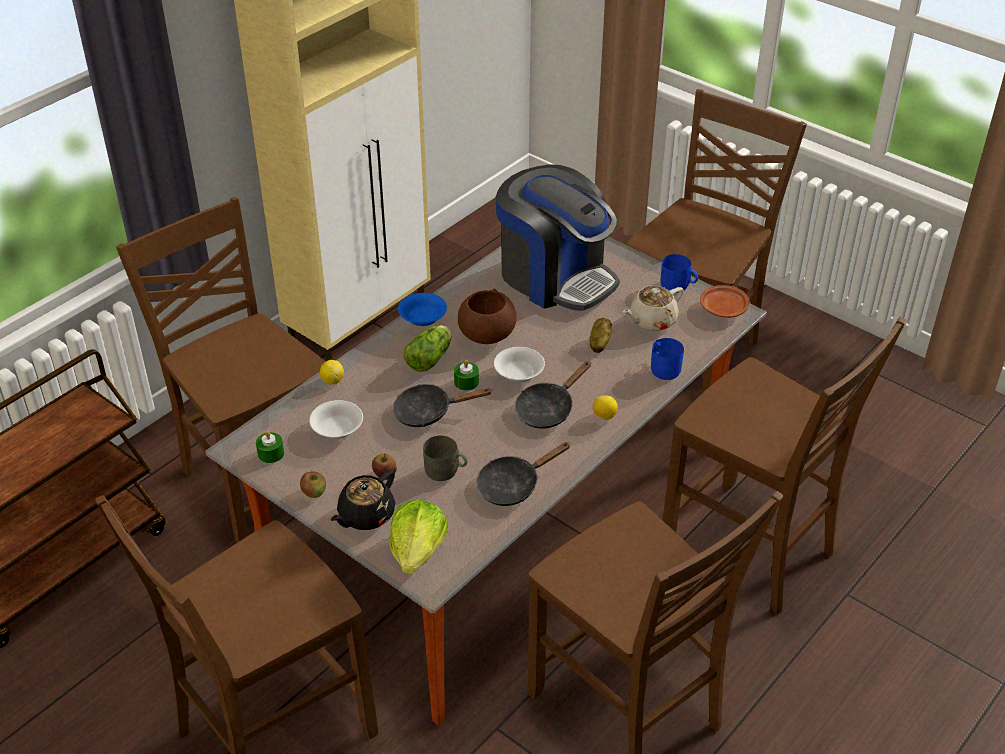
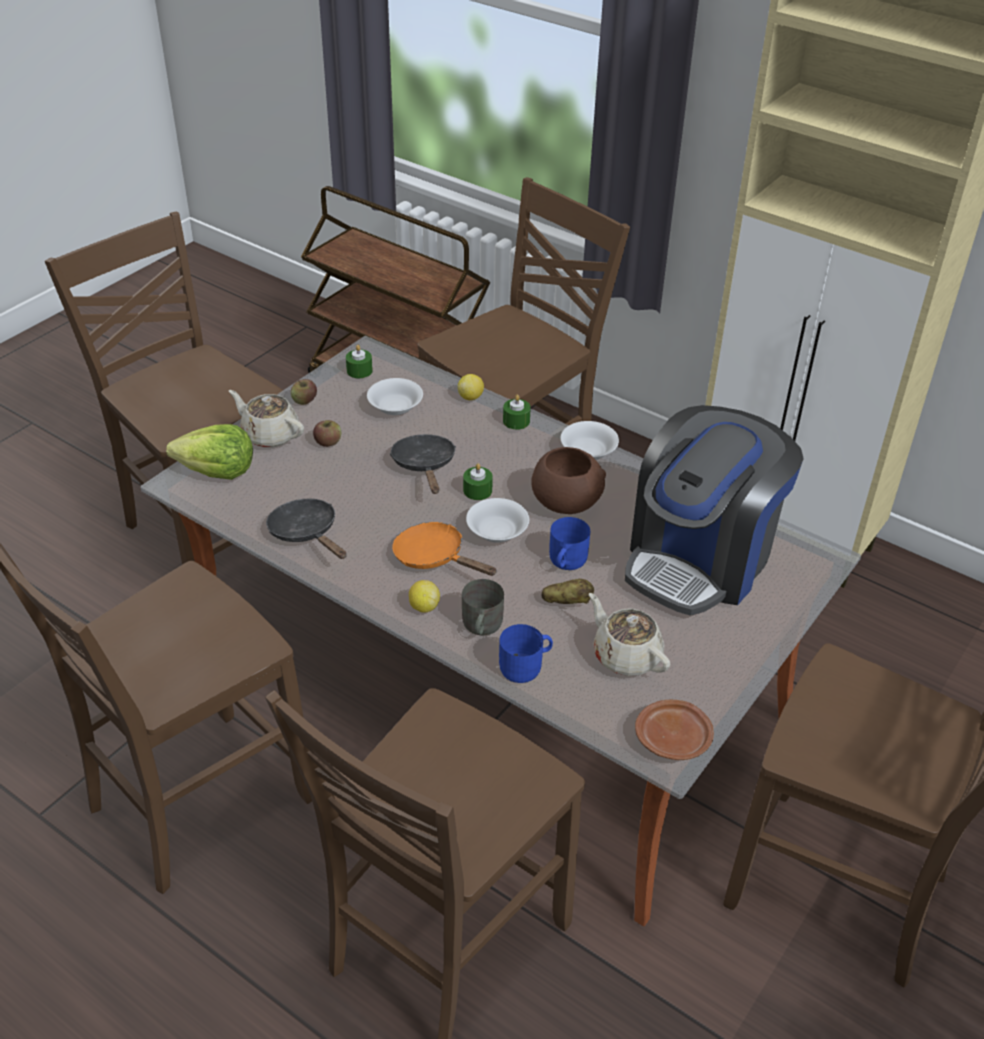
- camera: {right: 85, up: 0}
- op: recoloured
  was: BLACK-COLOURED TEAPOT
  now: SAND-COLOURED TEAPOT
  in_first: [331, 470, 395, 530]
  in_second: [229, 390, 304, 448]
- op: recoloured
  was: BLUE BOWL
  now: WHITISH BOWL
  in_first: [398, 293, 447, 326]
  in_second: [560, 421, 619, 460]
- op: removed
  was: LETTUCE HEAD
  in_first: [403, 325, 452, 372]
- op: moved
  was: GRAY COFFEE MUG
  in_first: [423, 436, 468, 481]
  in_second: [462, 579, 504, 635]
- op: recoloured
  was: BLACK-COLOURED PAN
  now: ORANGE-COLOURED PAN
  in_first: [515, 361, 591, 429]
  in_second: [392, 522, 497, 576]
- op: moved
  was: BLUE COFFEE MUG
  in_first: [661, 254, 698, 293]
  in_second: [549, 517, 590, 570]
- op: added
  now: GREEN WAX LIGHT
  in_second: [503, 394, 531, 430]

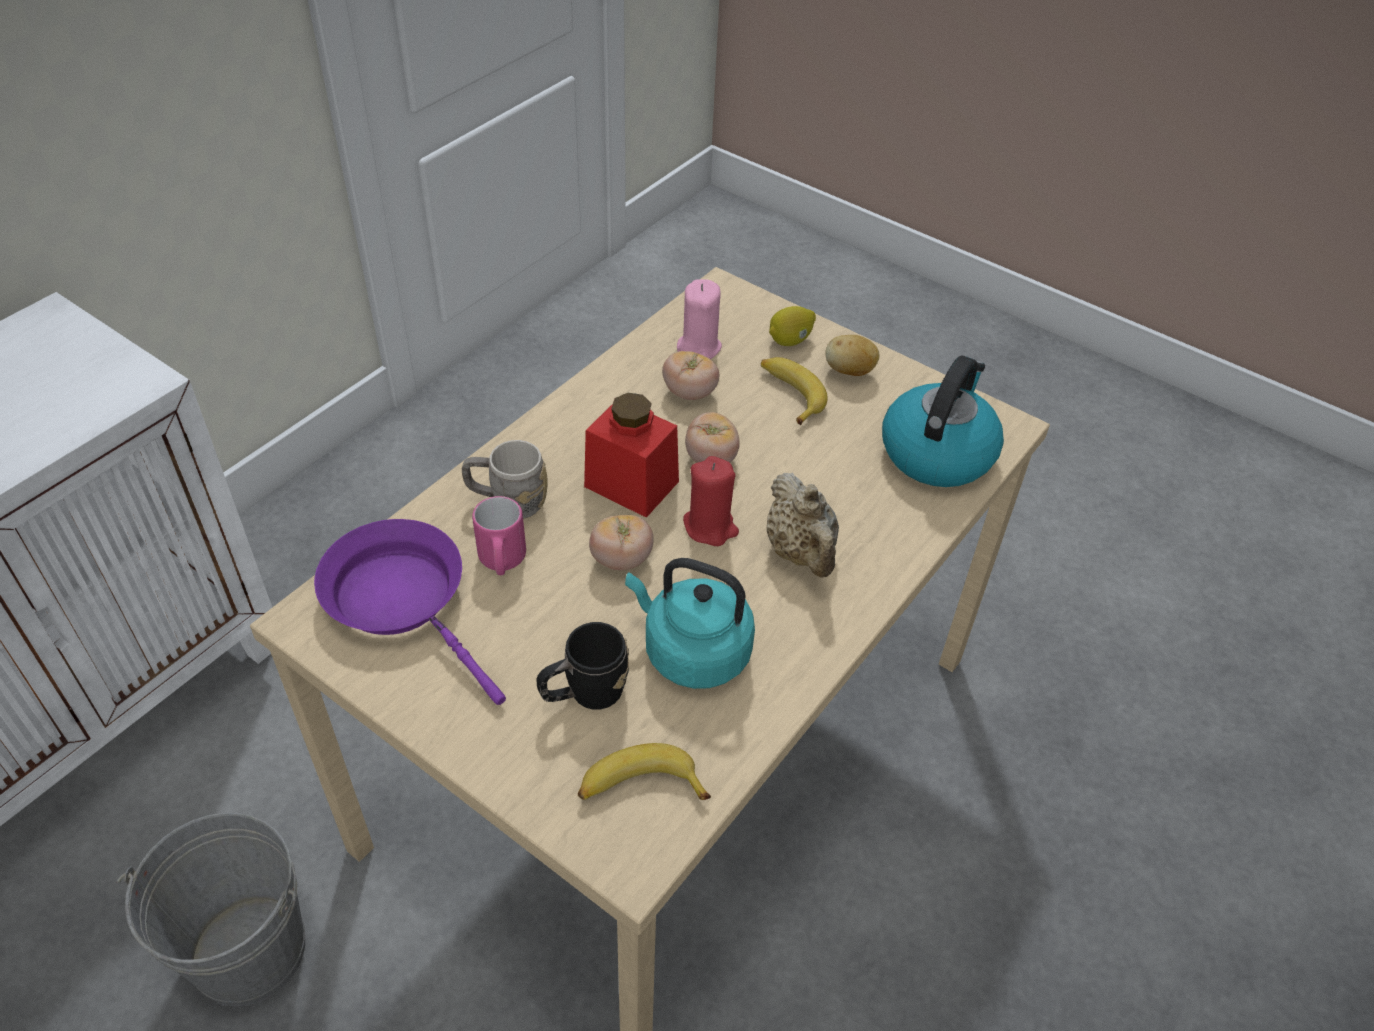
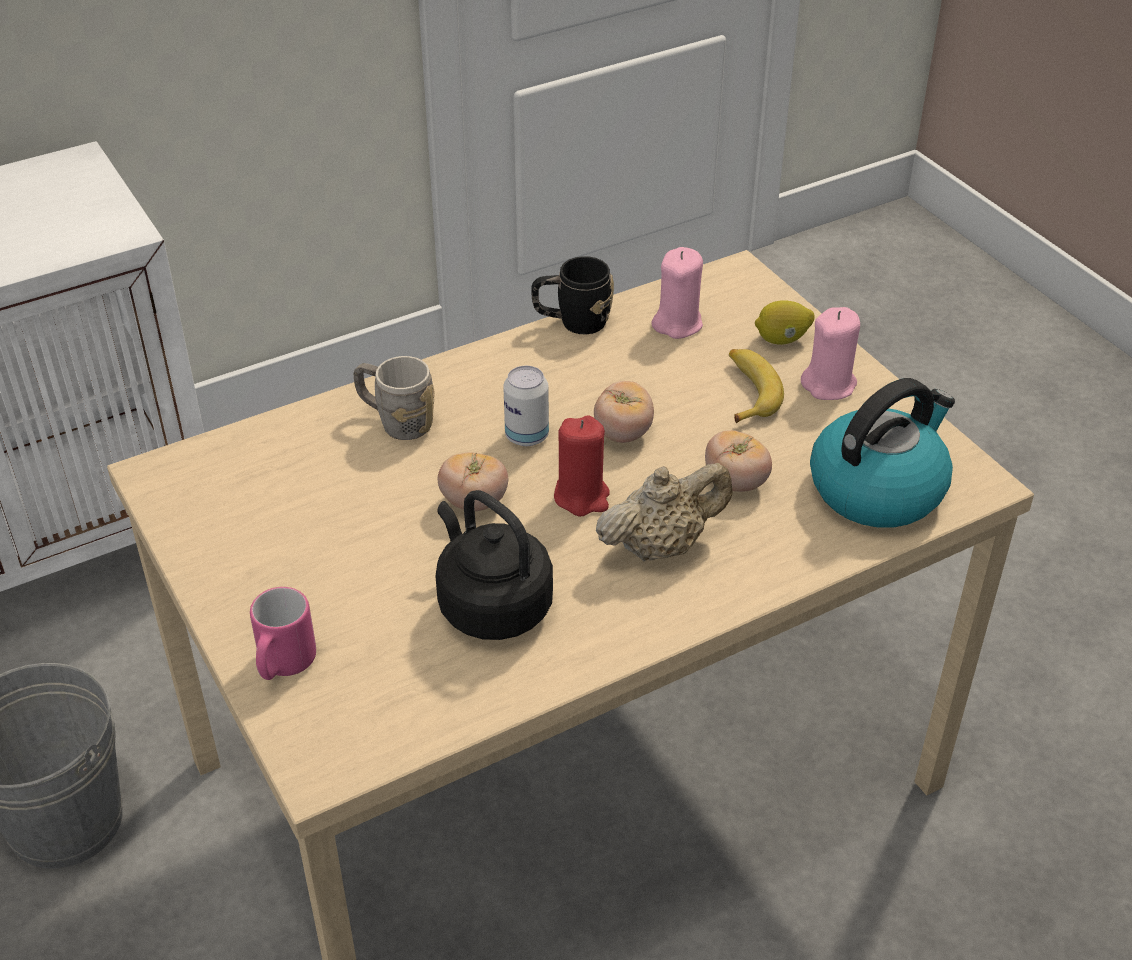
- camera: {right: 25, up: -5}
- op: removed
  was: PURPLISH PAN
  in_first: [314, 519, 506, 705]
- op: moved
  was: PINKISH COFFEE MUG
  in_first: [472, 496, 526, 575]
  in_second: [250, 587, 316, 680]
- op: moved
  was: BLACK-COLOURED COFFEE MUG
  in_first: [537, 622, 629, 710]
  in_second: [531, 256, 614, 334]
- op: removed
  was: BANANA
  in_first: [578, 743, 711, 800]
- op: replaced
  was: REDDISH PRESERVE JAR
  now: CAN
  in_first: [584, 393, 679, 518]
  in_second: [503, 366, 549, 446]
- op: recoloured
  was: BLUE-GREEN WATER KETTLE
  now: BLACK-COLOURED WATER KETTLE
  in_first: [625, 558, 755, 689]
  in_second: [436, 490, 553, 640]
- op: moved
  was: FRESH TOMATO
  in_first: [662, 351, 719, 400]
  in_second: [705, 430, 772, 492]
- op: turned
  was: SAND-COLOURED TEAPOT
  in_first: [766, 473, 839, 578]
  in_second: [596, 463, 733, 561]
  clockwise: -120
- op: replaced
  was: POTATO
  now: PINKISH WAX LIGHT
  in_first: [826, 335, 879, 376]
  in_second: [801, 307, 860, 400]

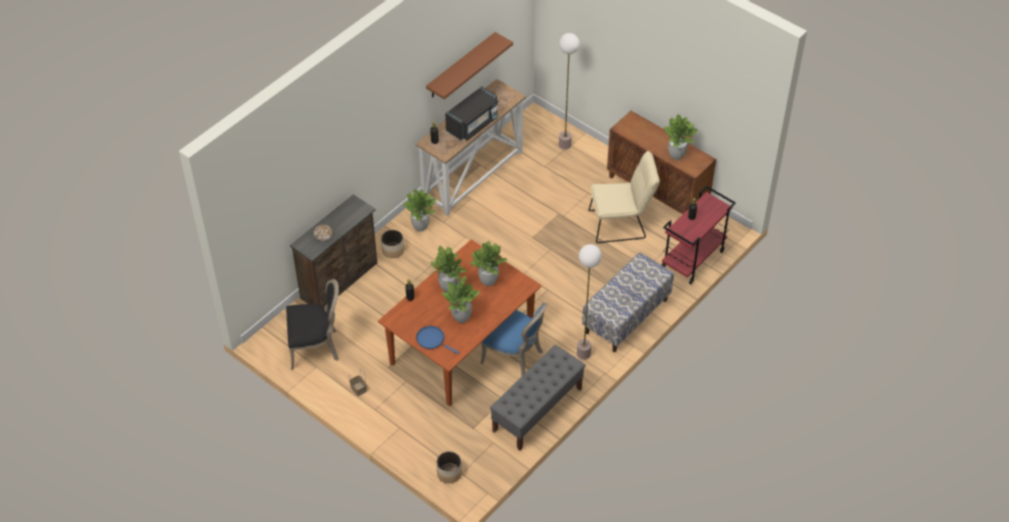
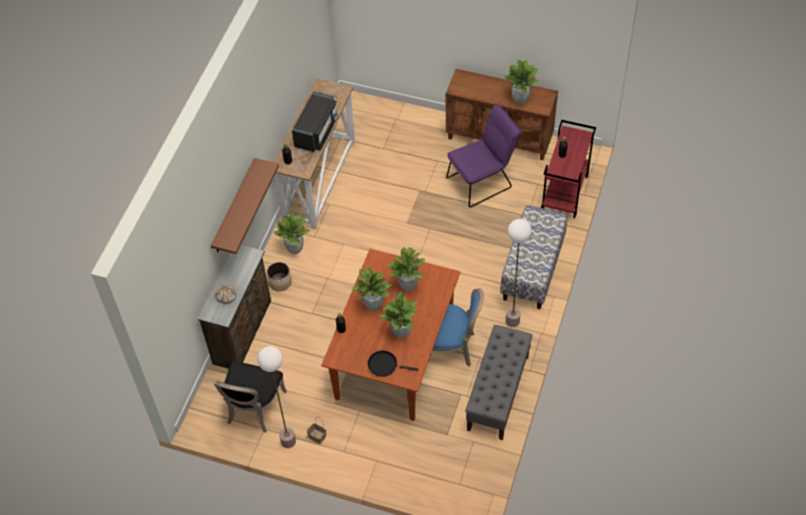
- camera: {right: -20, up: 5}
- op: turned
  was: BLACK-COLOURED CHAIR
  in_first: [286, 279, 339, 370]
  in_second: [214, 361, 287, 433]
  clockwise: 135
- op: recoloured
  was: BLUE PAN
  now: BLACK-COLOURED PAN
  in_first: [416, 326, 459, 354]
  in_second: [368, 351, 418, 376]
- op: moved
  was: BROWN-COLOURED BRACKET SHELF
  in_first: [426, 32, 513, 99]
  in_second: [210, 158, 279, 254]
- op: removed
  was: PLANTER
  in_first: [437, 451, 462, 483]
- op: moved
  was: STANDING LAMP
  in_first: [559, 33, 579, 150]
  in_second: [257, 346, 296, 448]
- op: recoloured
  was: SAND-COLOURED CHAIR
  now: PURPLISH CHAIR
  in_first: [589, 151, 660, 243]
  in_second: [446, 104, 521, 207]

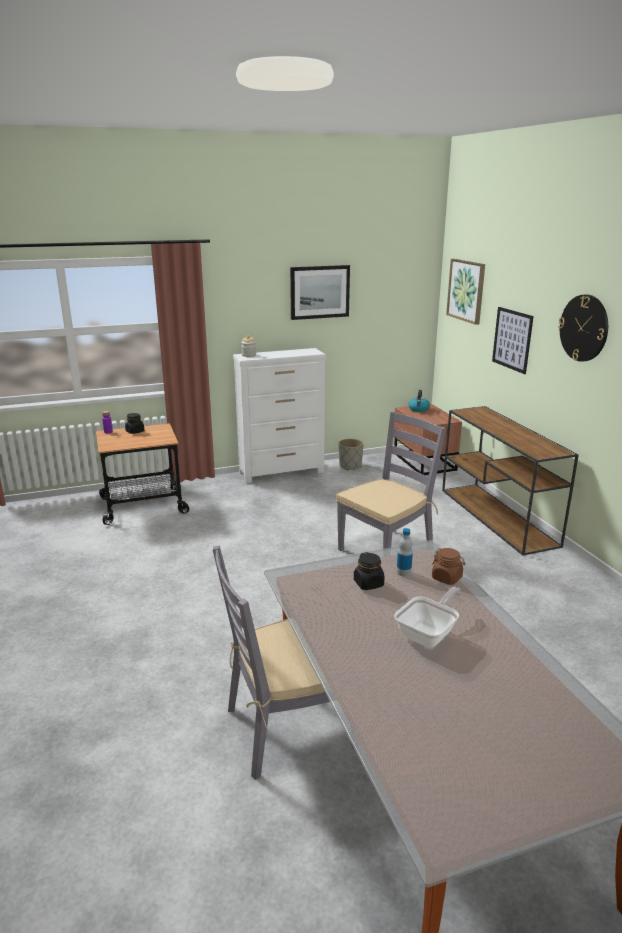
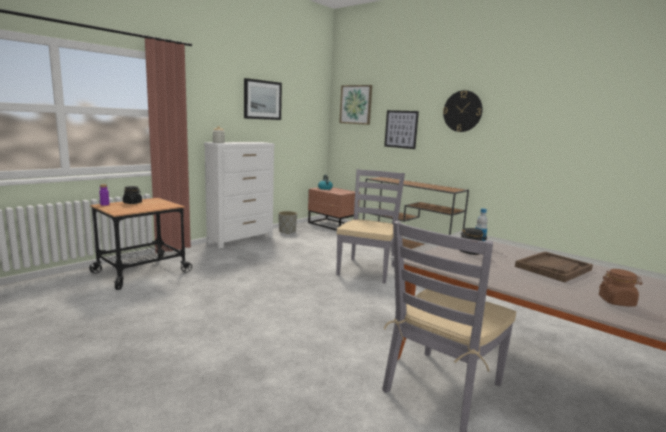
- camera: {right: -30, up: -10}
- op: replaced
  was: PAN
  now: BROWN-COLOURED SERVING TRAY
  in_first: [394, 587, 460, 648]
  in_second: [515, 252, 593, 282]
- op: moved
  was: BROWN-COLOURED PRESERVE JAR
  in_first: [432, 548, 465, 585]
  in_second: [599, 269, 643, 307]

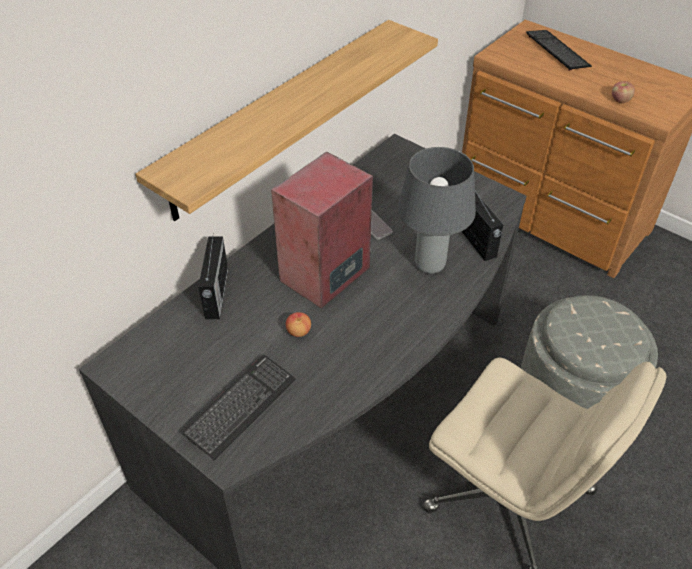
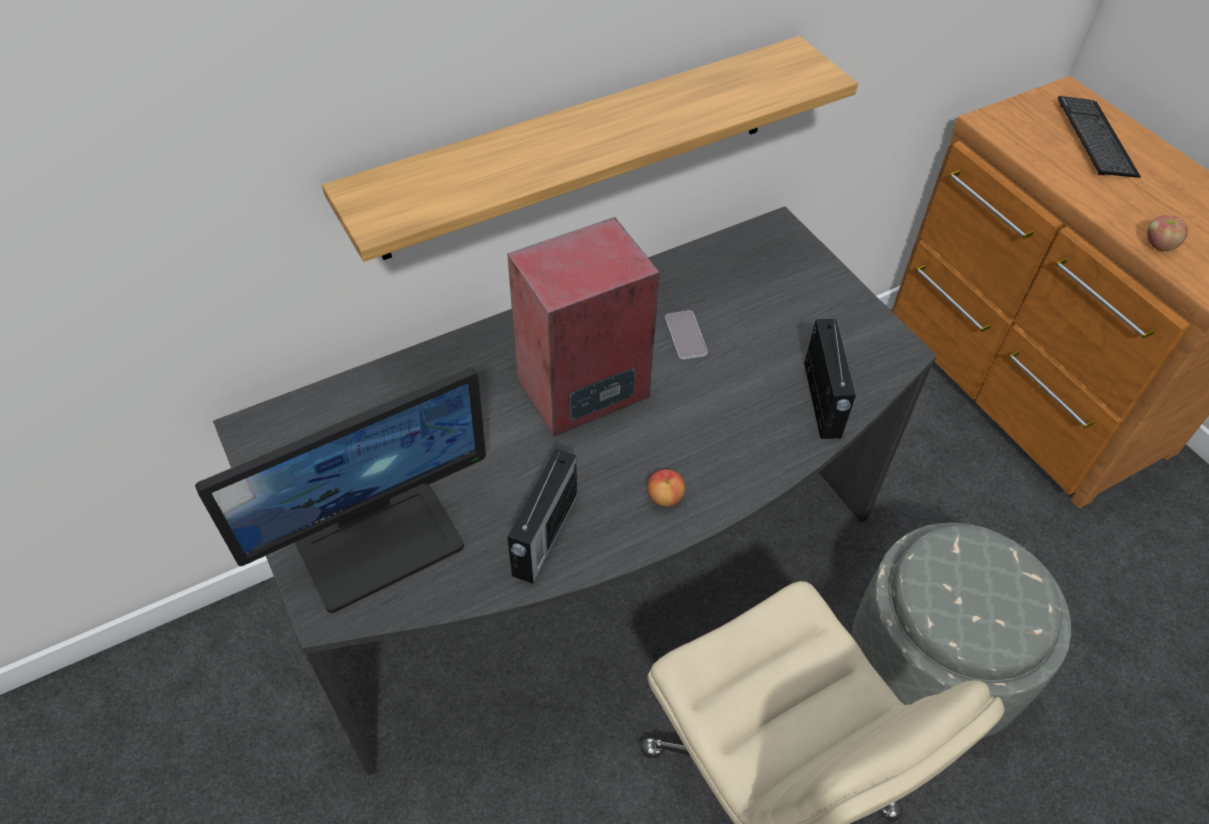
- camera: {right: 20, up: 5}
- op: replaced
  was: COMPUTER KEYBOARD
  now: COMPUTER DISPLAY
  in_first: [182, 355, 295, 460]
  in_second: [195, 367, 486, 613]
- op: moved
  was: RADIO RECEIVER
  in_first: [198, 236, 228, 319]
  in_second: [507, 448, 577, 584]
- op: moved
  was: WHOLE APPLE
  in_first: [286, 312, 311, 337]
  in_second: [647, 469, 685, 507]
- op: removed
  was: GRAY LAMP FOR A TABLE
  in_first: [397, 147, 476, 274]

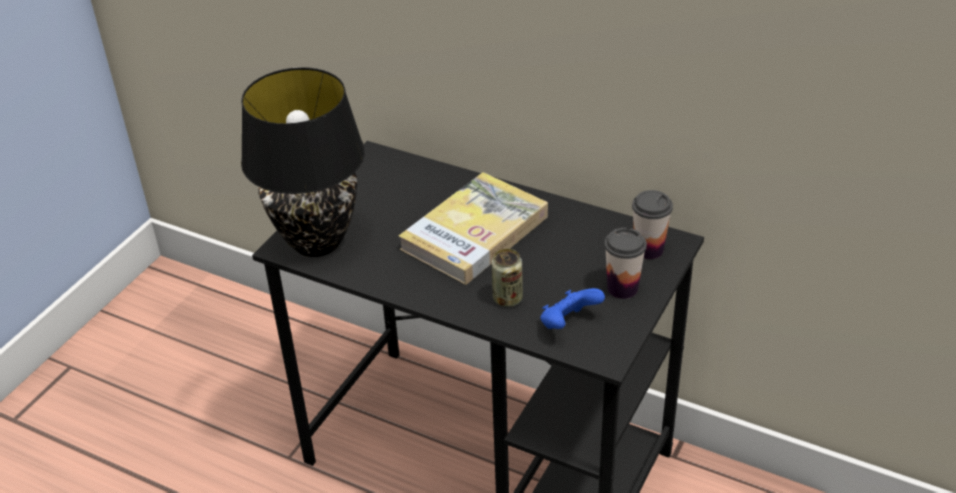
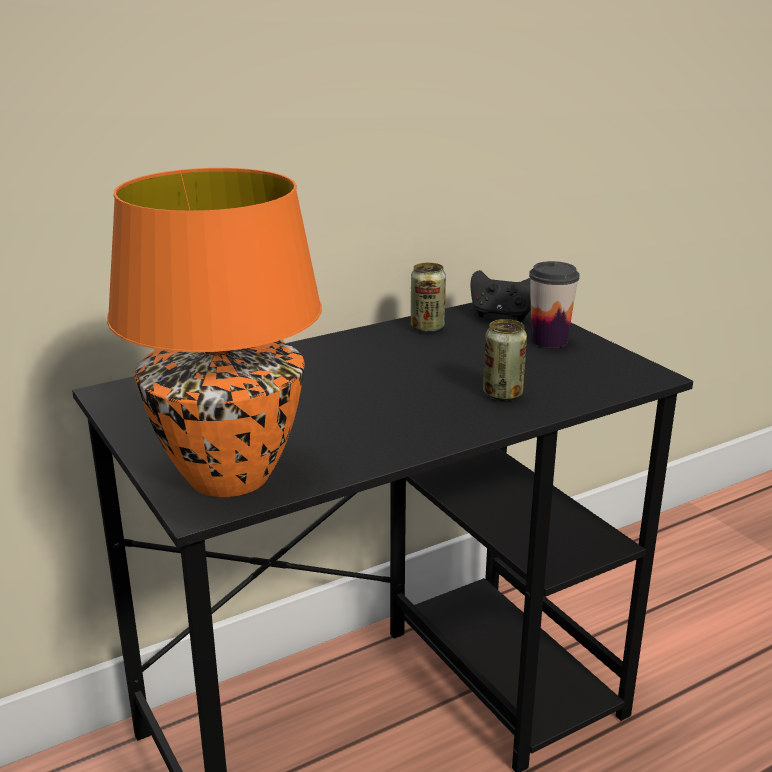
- camera: {right: -60, up: -15}
- op: recoloured
  was: BLACK-COLOURED LAMP FOR A TABLE
  now: ORANGE-COLOURED LAMP FOR A TABLE
  in_first: [241, 67, 365, 257]
  in_second: [107, 168, 322, 497]
- op: removed
  was: VOLUME
  in_first: [399, 172, 548, 285]
- op: removed
  was: BLUE GAMEPAD
  in_first: [540, 288, 605, 329]
- op: replaced
  was: SMALL CUP
  now: BLACK-COLOURED GAMEPAD
  in_first: [632, 190, 673, 259]
  in_second: [471, 270, 531, 322]
- op: added
  now: CAN
  in_second: [411, 263, 446, 332]

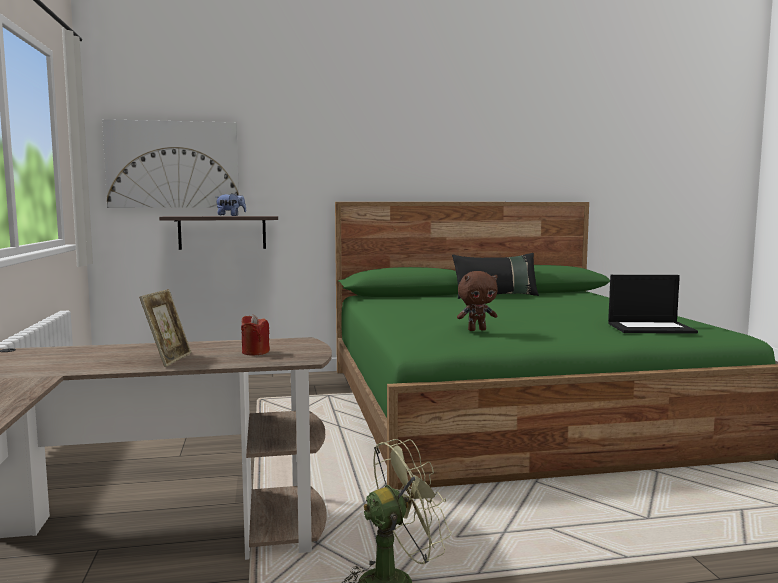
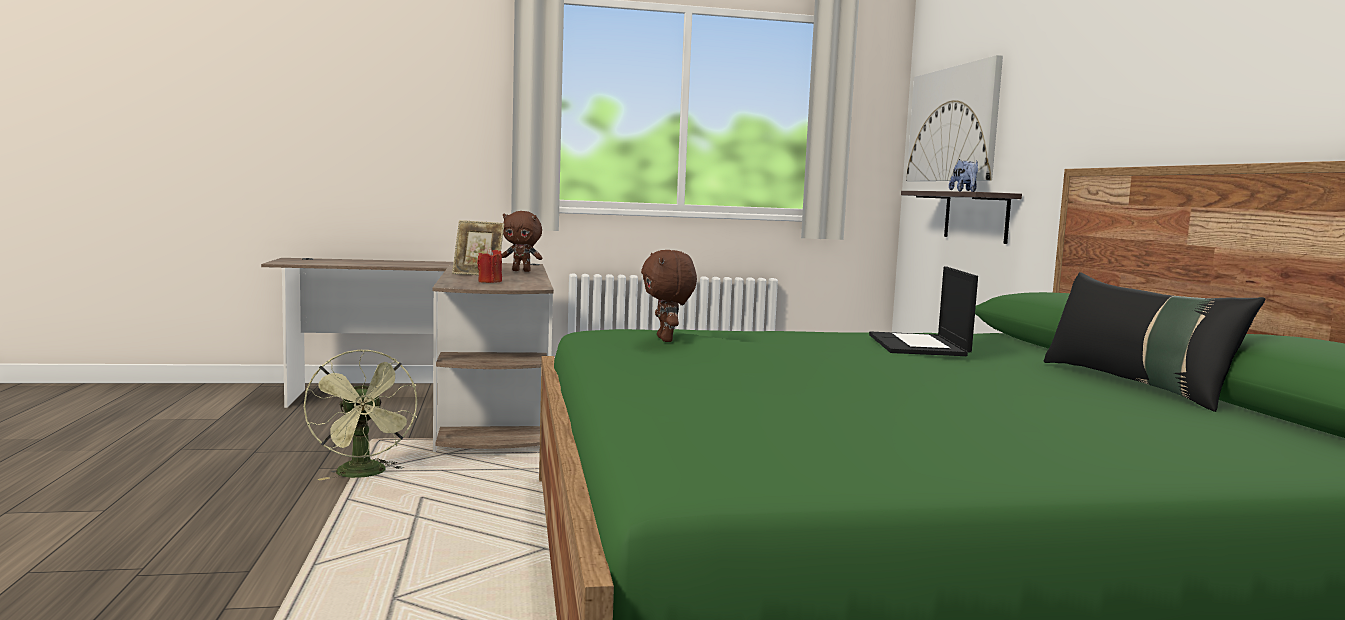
- camera: {right: 90, up: 0}
- op: moved
  was: PORTABLE COMPUTER
  in_first: [608, 275, 698, 334]
  in_second: [869, 266, 978, 356]
- op: added
  now: BROWN-COLOURED CUDDLY TOY
  in_second: [502, 211, 543, 272]

